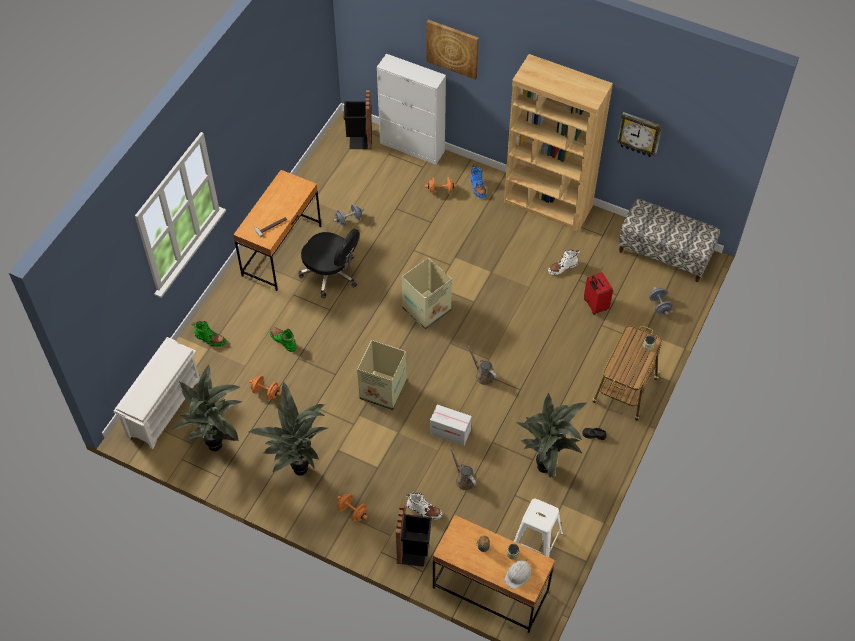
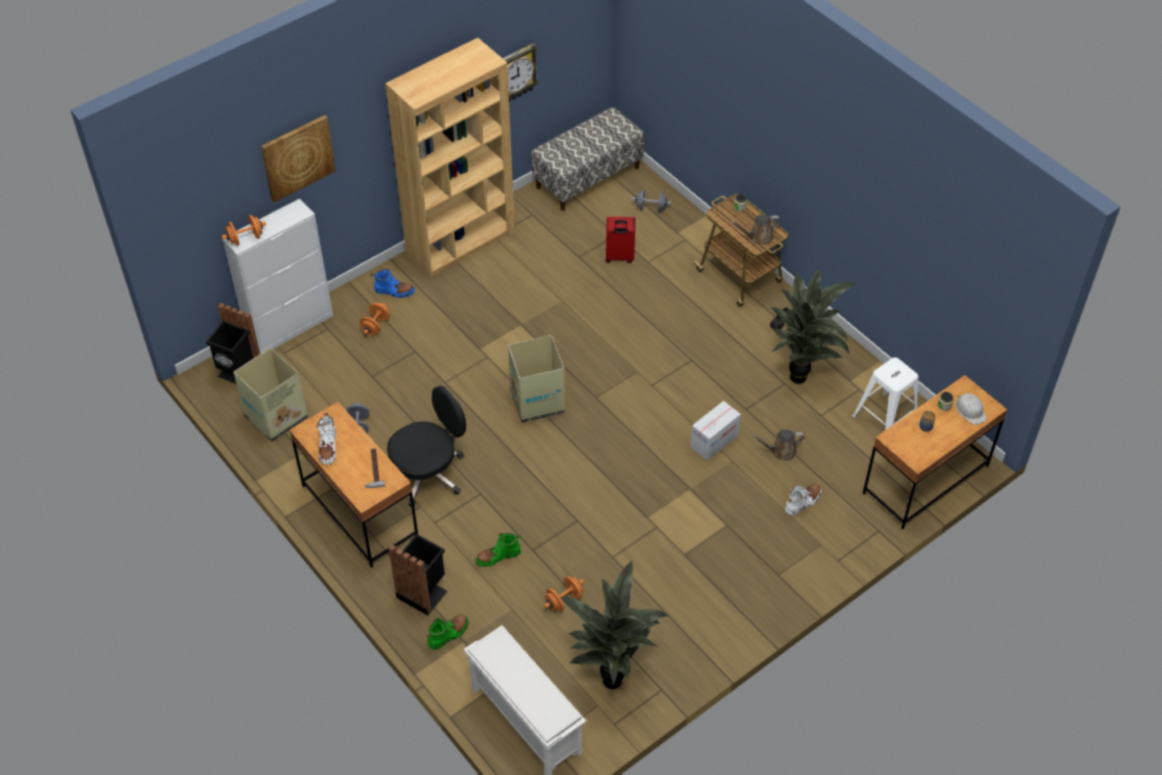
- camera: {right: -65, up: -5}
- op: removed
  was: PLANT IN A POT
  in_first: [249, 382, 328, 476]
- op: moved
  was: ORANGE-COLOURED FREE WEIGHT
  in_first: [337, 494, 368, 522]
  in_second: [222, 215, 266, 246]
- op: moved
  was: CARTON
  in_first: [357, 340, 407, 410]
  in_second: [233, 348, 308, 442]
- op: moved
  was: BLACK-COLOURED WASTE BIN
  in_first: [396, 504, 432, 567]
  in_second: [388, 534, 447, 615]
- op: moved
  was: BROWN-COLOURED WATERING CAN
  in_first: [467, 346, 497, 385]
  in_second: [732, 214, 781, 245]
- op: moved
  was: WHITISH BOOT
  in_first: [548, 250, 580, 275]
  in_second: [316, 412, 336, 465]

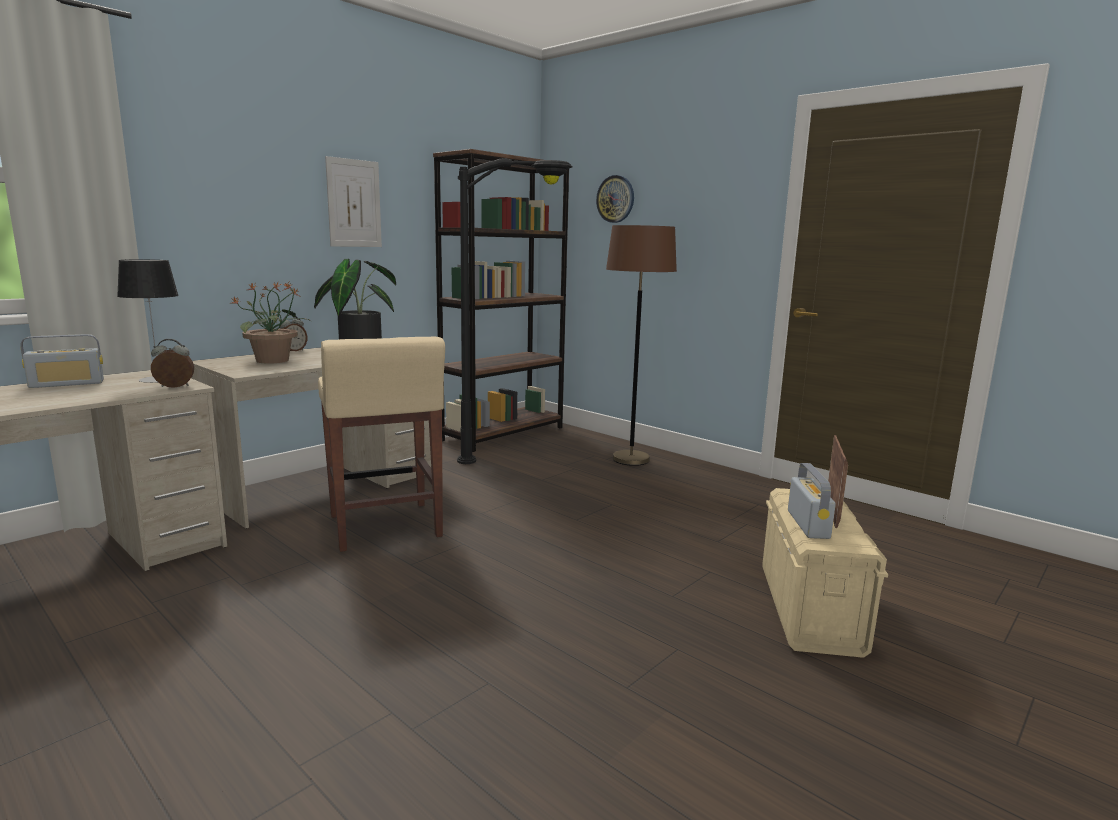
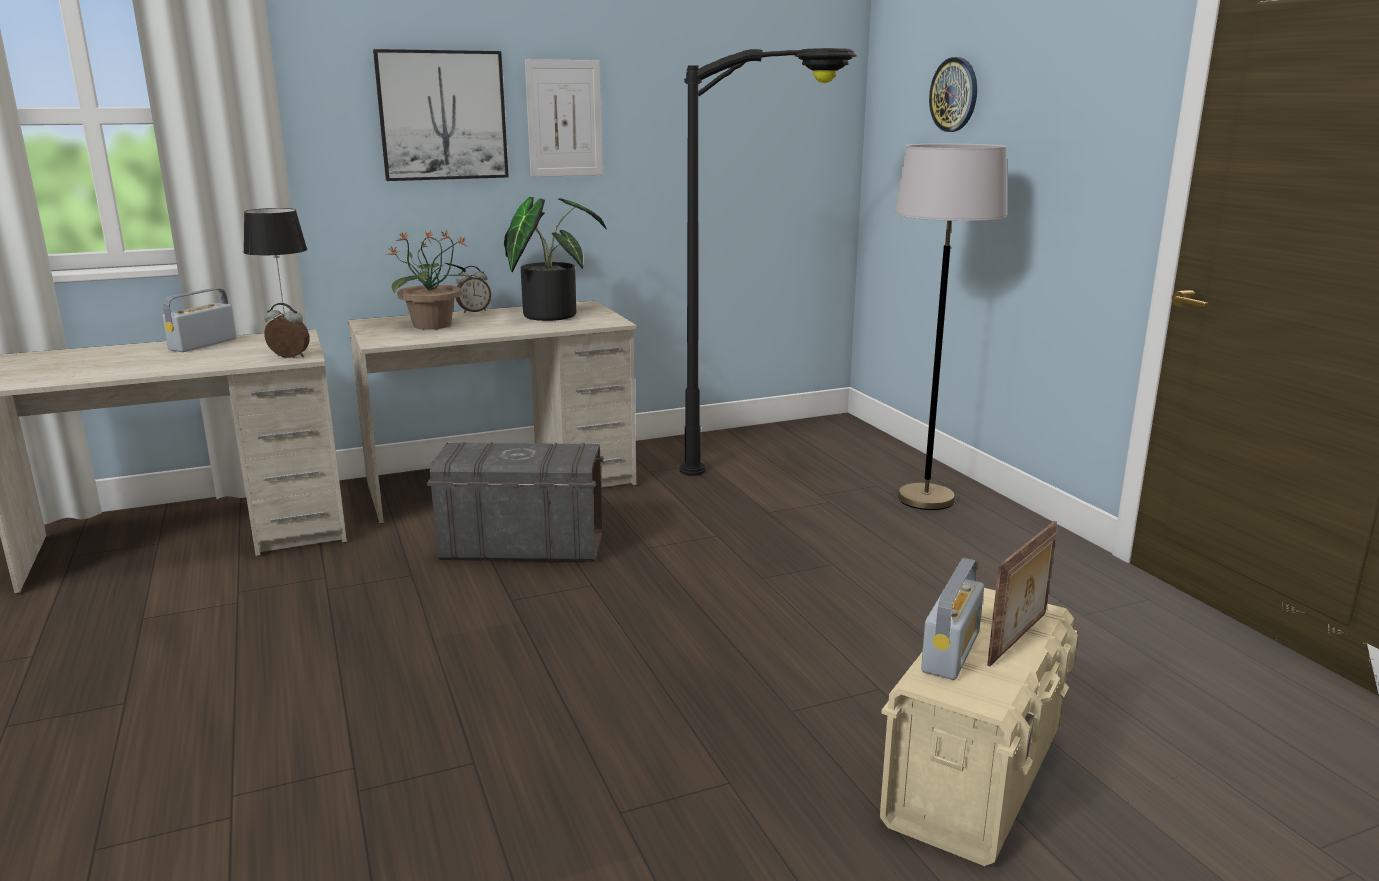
- camera: {right: 25, up: 5}
- op: turned
  was: RADIO RECEIVER
  in_first: [20, 334, 104, 388]
  in_second: [162, 288, 236, 352]
  clockwise: 120
- op: replaced
  was: SAND-COLOURED STOOL
  now: GRAY STORAGE BIN
  in_first: [318, 337, 445, 552]
  in_second: [427, 442, 603, 562]
- op: removed
  was: BROWN-COLOURED SHELVING UNIT
  in_first: [433, 149, 569, 452]
- op: recoloured
  was: BROWN-COLOURED STANDING LAMP
  now: GRAY STANDING LAMP
  in_first: [606, 225, 677, 466]
  in_second: [895, 144, 1007, 510]
- op: added
  now: WALL ART
  in_second: [373, 49, 509, 181]

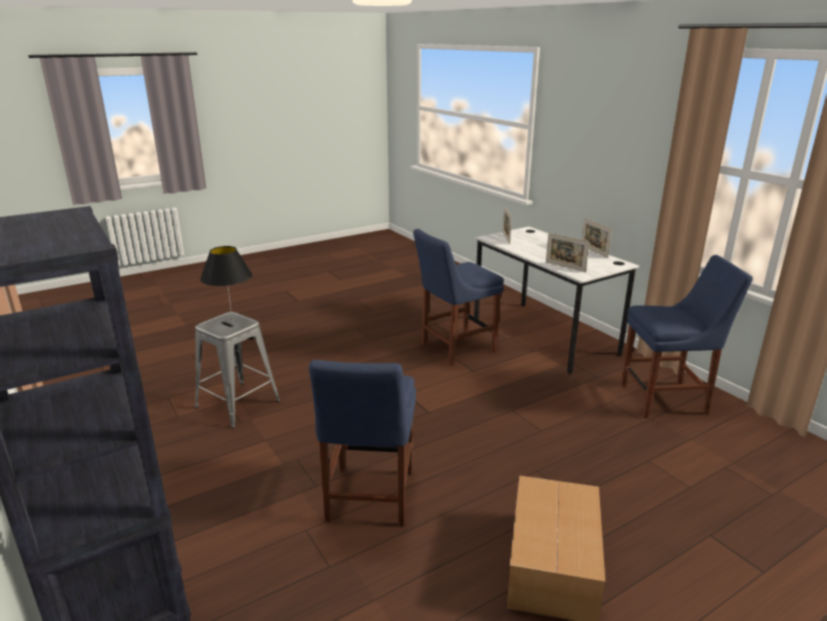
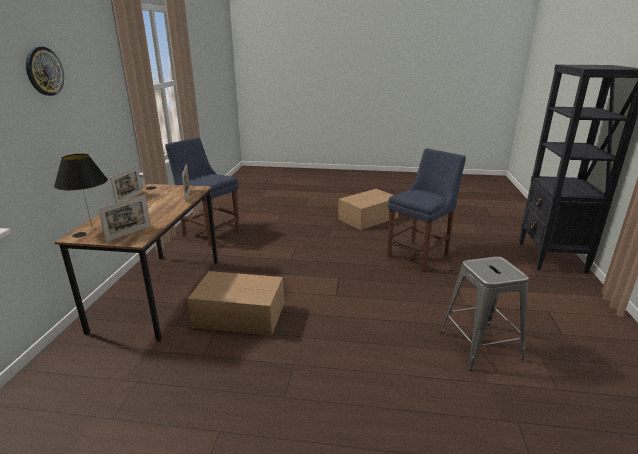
- camera: {right: -140, up: 0}
- op: moved
  was: BLACK-COLOURED LAMP FOR A TABLE
  in_first: [200, 246, 252, 325]
  in_second: [54, 154, 108, 228]
- op: replaced
  was: BLUE CHAIR
  now: CARTON
  in_first: [413, 229, 504, 365]
  in_second: [188, 271, 284, 336]
- op: recoloured
  was: WHITISH DESK TABLE
  now: BROWN-COLOURED DESK TABLE
  in_first: [474, 227, 639, 374]
  in_second: [55, 184, 218, 342]
- op: added
  now: HANGING CLOCK
  in_second: [26, 47, 64, 96]

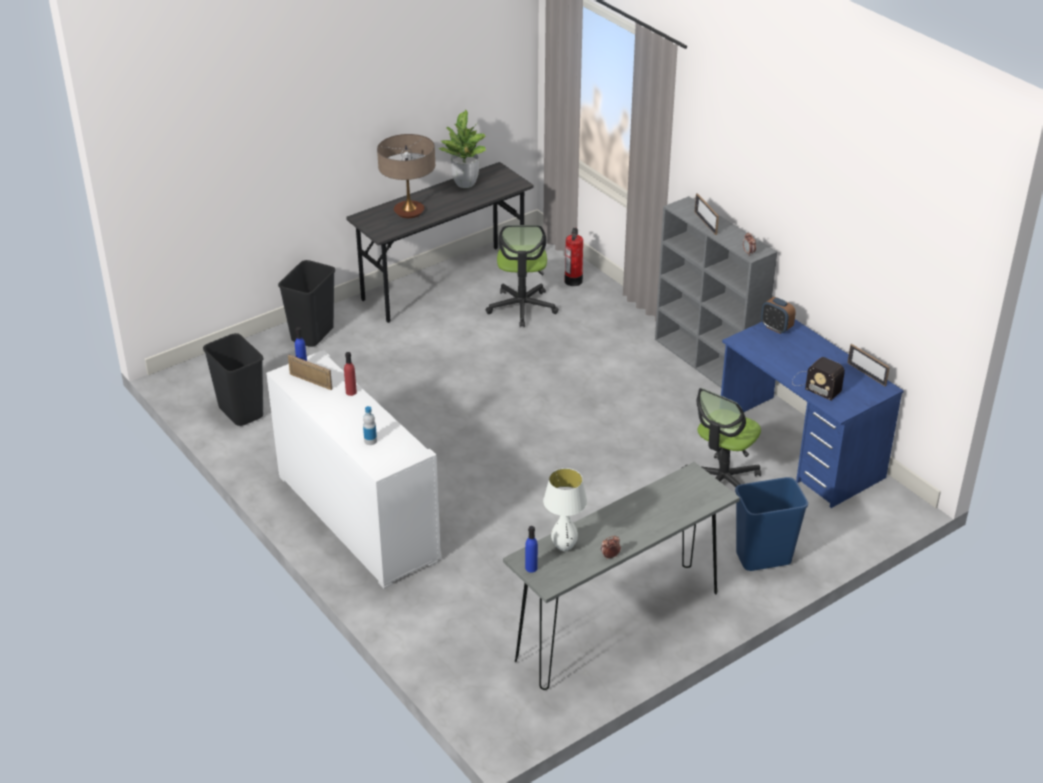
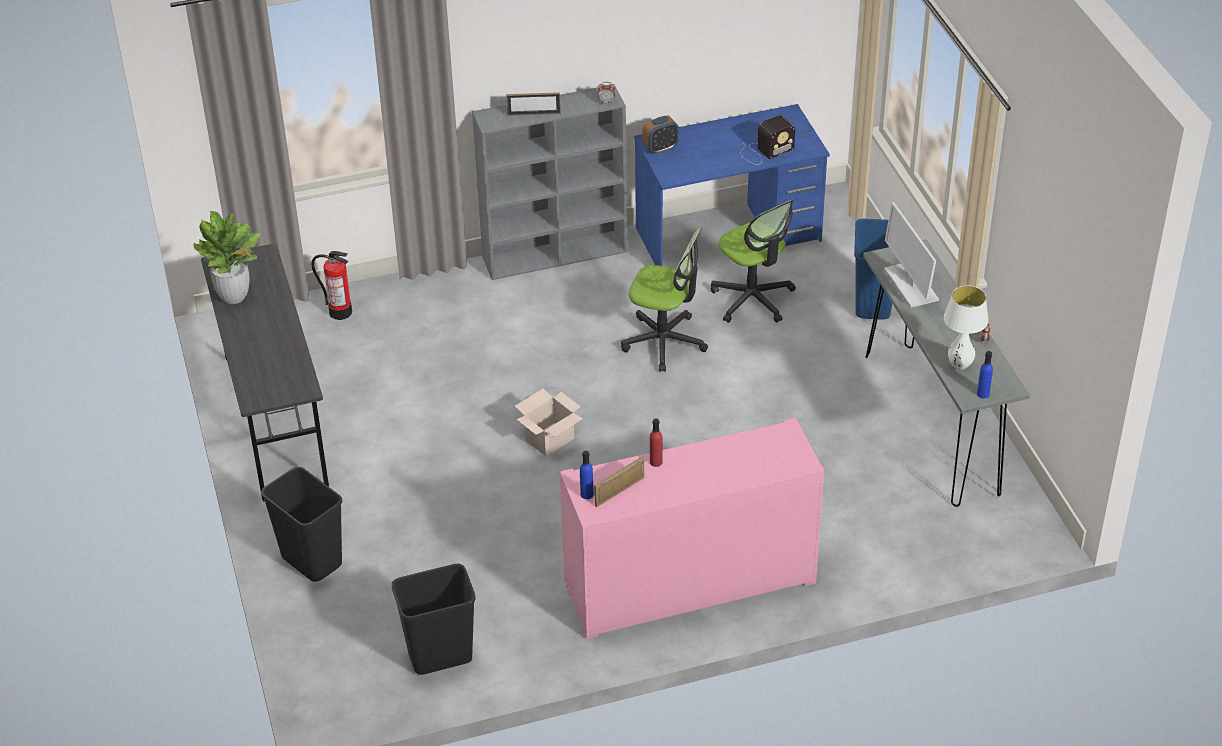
- camera: {right: -70, up: 5}
- op: recoloured
  was: WHITISH STORAGE CABINET
  now: PINKISH STORAGE CABINET
  in_first: [266, 350, 441, 589]
  in_second: [560, 418, 824, 639]
- op: removed
  was: DRINK BOTTLE
  in_first: [363, 406, 377, 445]
- op: removed
  was: LAMP FOR A TABLE
  in_first: [377, 134, 435, 218]
- op: moved
  was: OFFICE CHAIR
  in_first: [485, 225, 559, 327]
  in_second: [621, 228, 708, 372]
- op: removed
  was: PHOTO FRAME
  in_first: [848, 344, 890, 386]
- op: added
  now: CARTON
  in_second: [515, 389, 583, 456]
- op: added
  now: COMPUTER DISPLAY
  in_second: [884, 202, 939, 308]

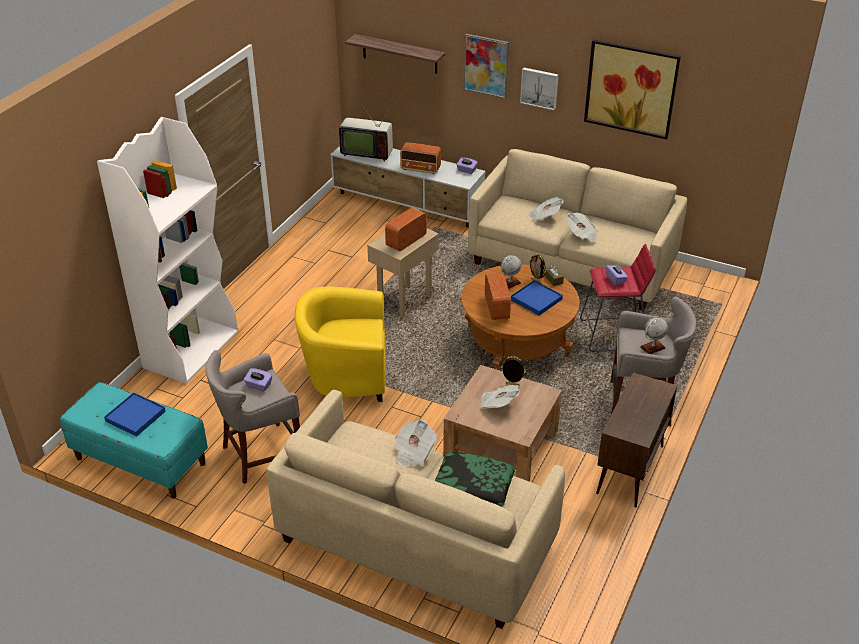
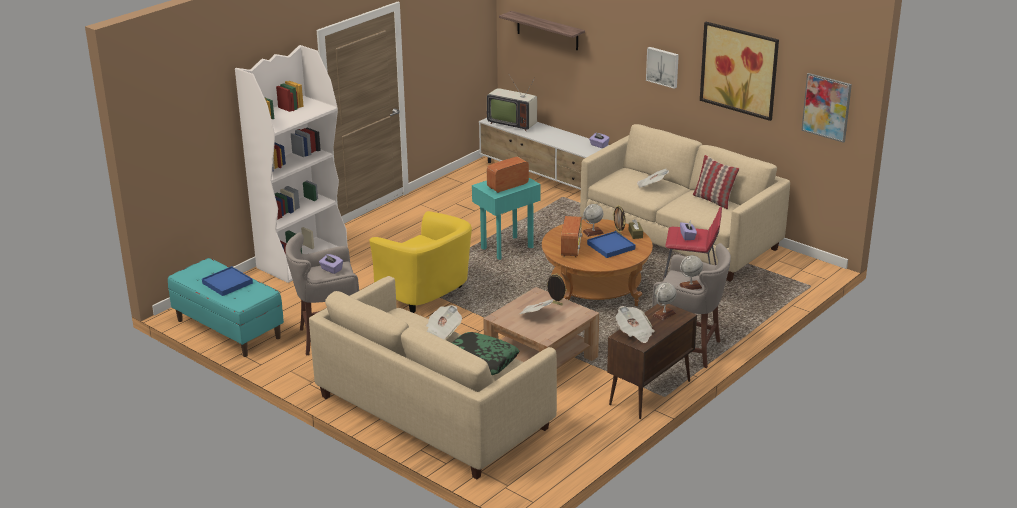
- camera: {right: 15, up: -10}
- op: turned
  was: YELLOW-COLOURED LOUNGE CHAIR
  in_first: [295, 287, 386, 402]
  in_second: [369, 211, 472, 313]
  clockwise: -150
- op: recoloured
  was: SAND-COLOURED END TABLE
  now: BLUE-GREEN END TABLE
  in_first: [367, 228, 439, 317]
  in_second: [472, 178, 540, 260]
- op: removed
  was: RADIO RECEIVER
  in_first: [400, 142, 441, 174]
- op: moved
  was: WALL ART
  in_first: [464, 34, 509, 98]
  in_second: [801, 73, 852, 143]
- op: moved
  was: DAILY PAPER
  in_first: [567, 213, 598, 243]
  in_second: [615, 306, 654, 343]
- op: added
  now: WORLD GLOBE
  in_second: [652, 282, 677, 320]
- op: added
  now: THROW PILLOW
  in_second: [693, 155, 739, 209]

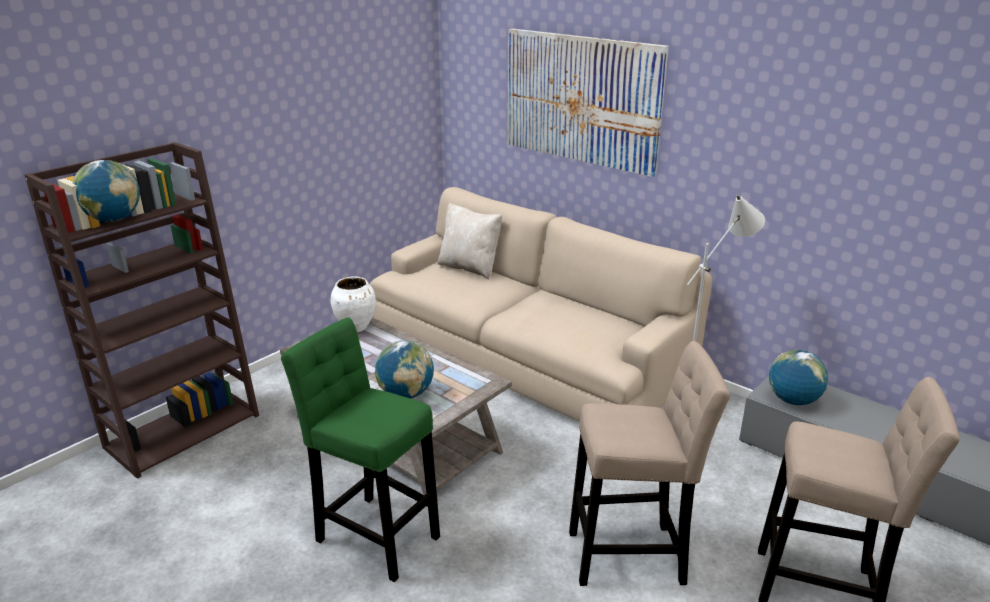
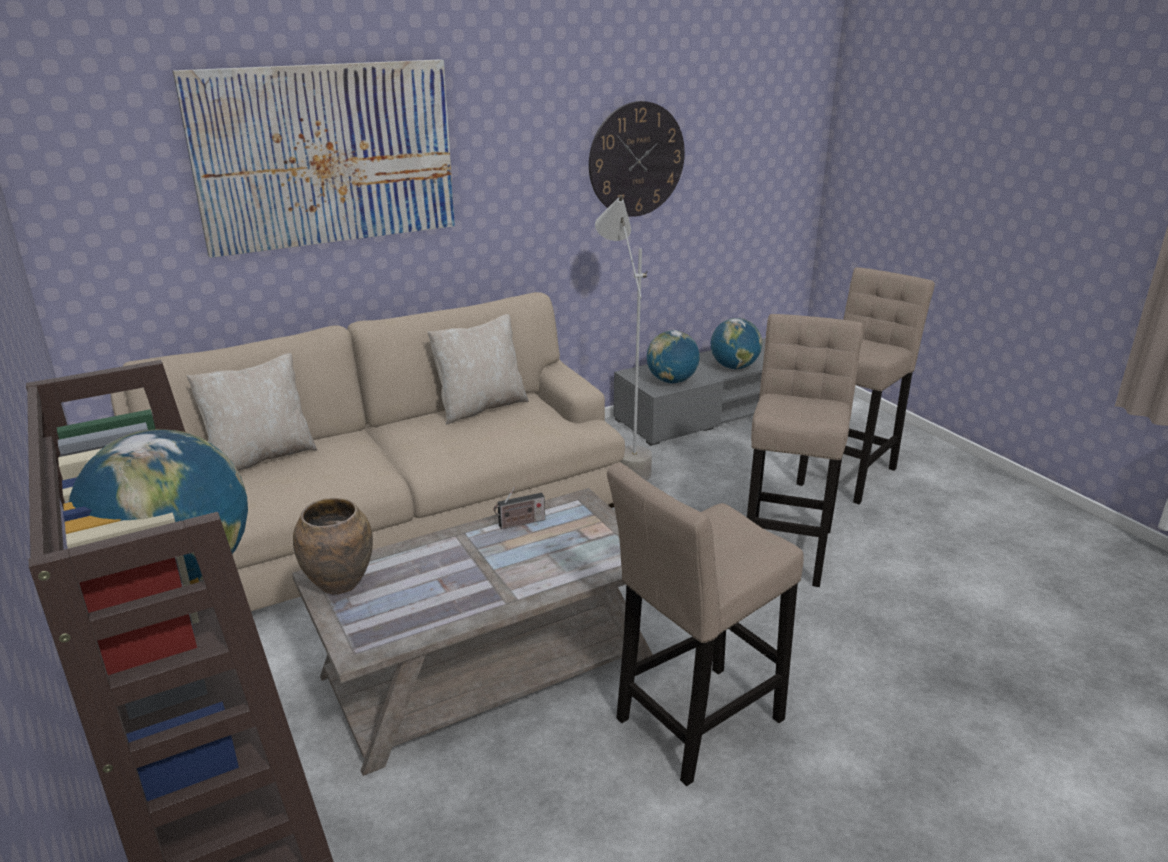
- camera: {right: -70, up: 0}
- op: recoloured
  was: GREEN STOOL
  now: SAND-COLOURED STOOL
  in_first: [281, 317, 440, 582]
  in_second: [607, 463, 804, 786]
- op: recoloured
  was: WHITISH FLOWER VASE
  now: BROWN-COLOURED FLOWER VASE
  in_first: [331, 277, 376, 332]
  in_second: [293, 498, 373, 595]
- op: moved
  was: WORLD GLOBE
  in_first: [375, 341, 434, 398]
  in_second: [711, 318, 762, 369]
- op: added
  now: SAND-COLOURED THROW PILLOW
  in_second: [427, 314, 529, 424]
- op: added
  now: RADIO RECEIVER
  in_second: [494, 487, 545, 530]
- op: added
  now: HANGING CLOCK
  in_second: [589, 101, 685, 217]

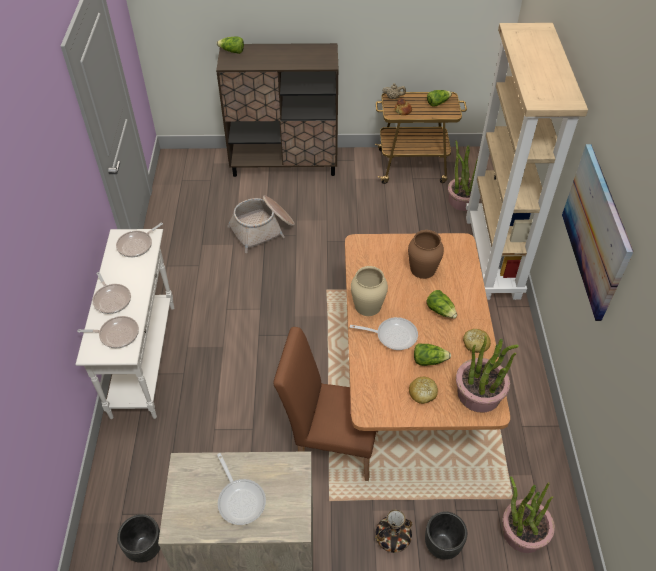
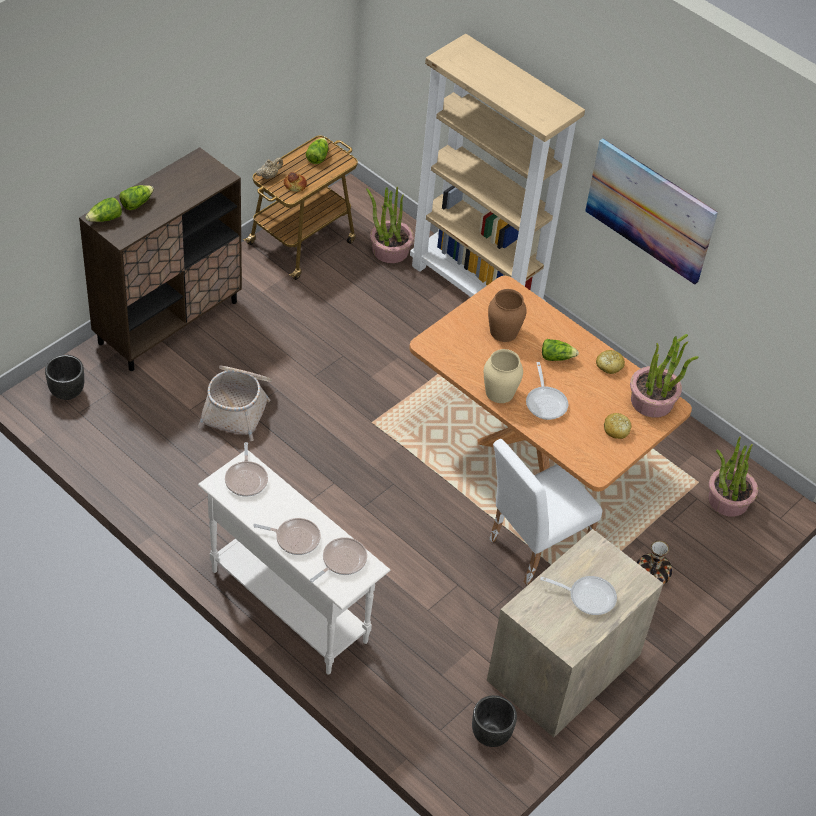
- camera: {right: -50, up: 0}
- op: recoloured
  was: BROWN-COLOURED CHAIR
  now: WHITISH CHAIR
  in_first: [273, 327, 378, 481]
  in_second: [489, 439, 603, 585]
- op: turned
  was: PAN
  in_first: [350, 317, 418, 350]
  in_second: [526, 362, 568, 420]
  clockwise: 120
- op: moved
  was: LETTUCE HEAD
  in_first: [414, 343, 451, 366]
  in_second: [119, 185, 154, 210]
- op: moved
  was: BLACK-COLOURED PLANTER
  in_first: [425, 511, 467, 560]
  in_second: [45, 355, 84, 400]

